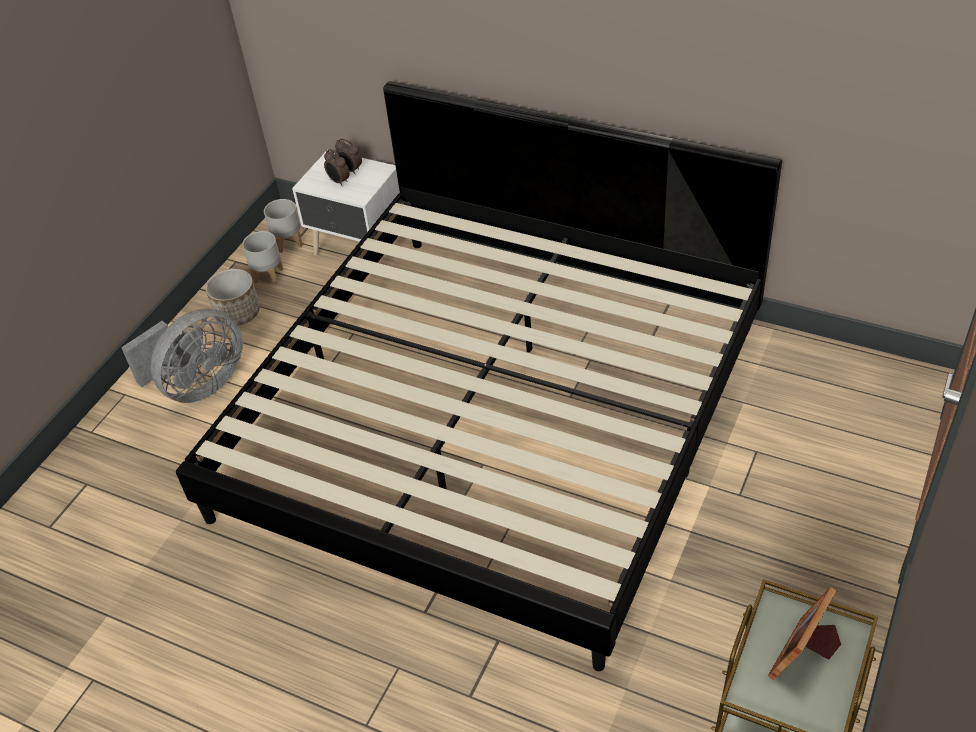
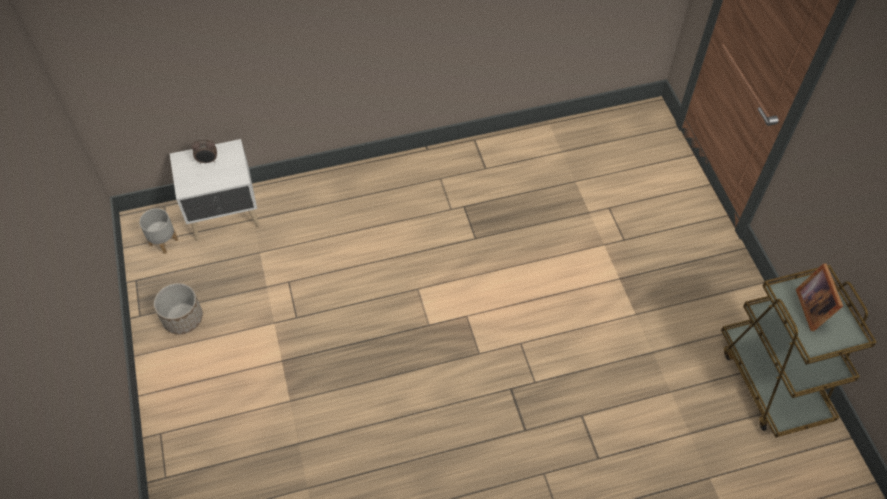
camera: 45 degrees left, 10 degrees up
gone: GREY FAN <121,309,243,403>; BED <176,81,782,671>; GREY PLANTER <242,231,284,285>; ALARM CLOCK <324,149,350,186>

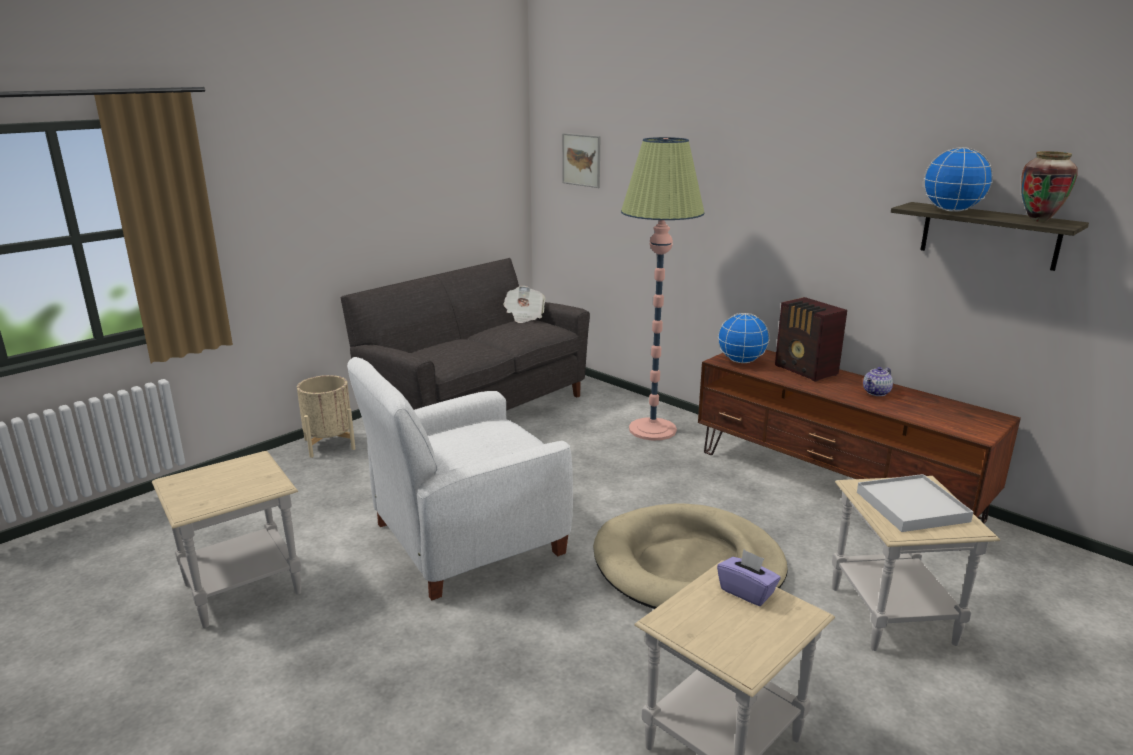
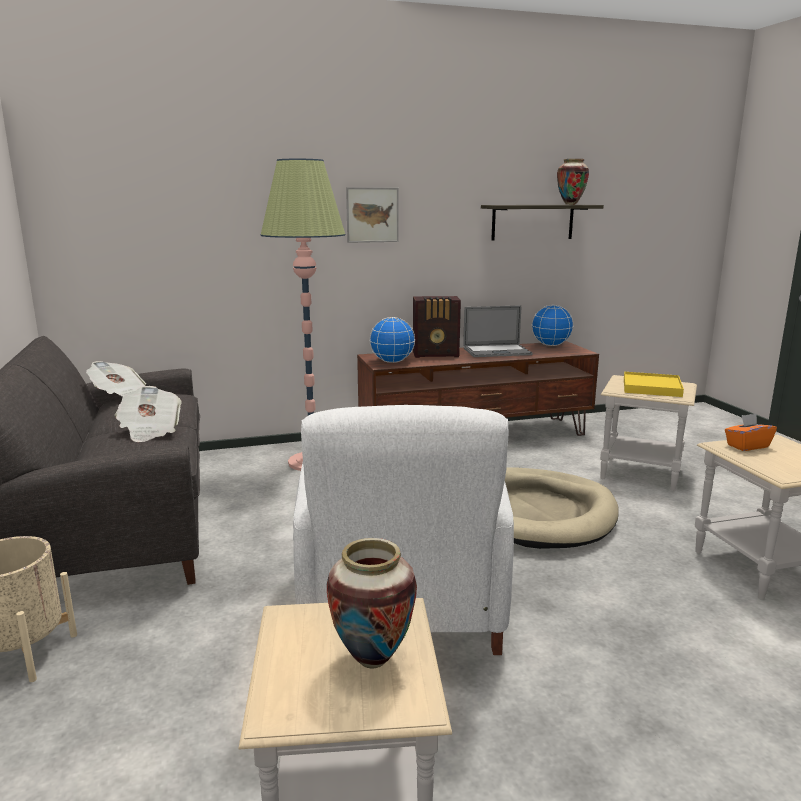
camera: 60 degrees left, 5 degrees down
new: NEWSPAPER <115,386,182,442>; VASE <327,538,417,669>
shifted: PICTURE <562,133,601,188> to <346,187,399,243>; GLOBE <924,147,993,212> to <532,305,574,346>
swapped: TEAPOT <863,367,893,396> to LAPTOP <463,305,533,357>
repainted: WHITE TRAY <857,474,973,532> to YELLOW TRAY <624,372,684,397>; PURPLE TISSUE BOX <717,549,781,606> to ORANGE TISSUE BOX <725,413,777,451>

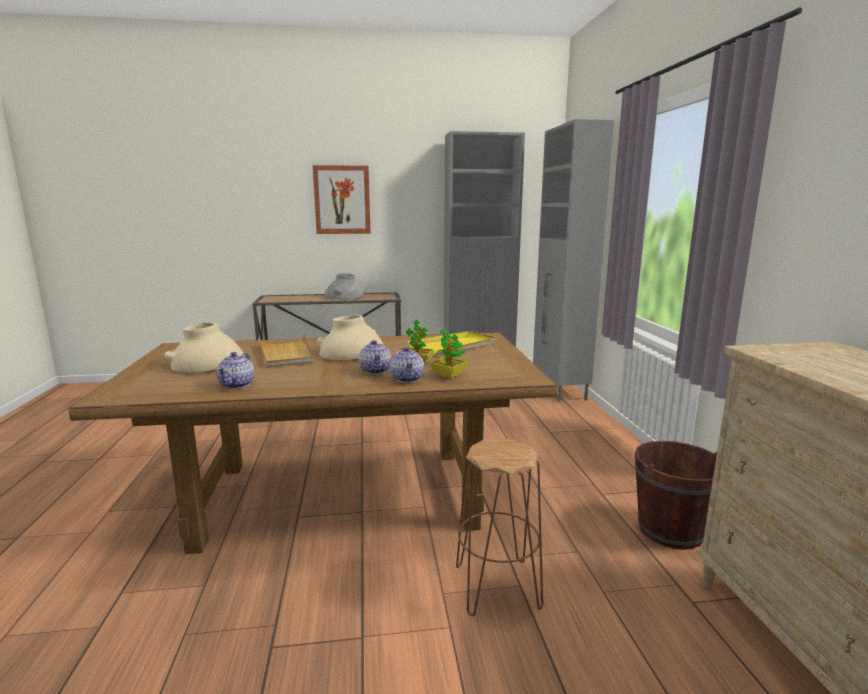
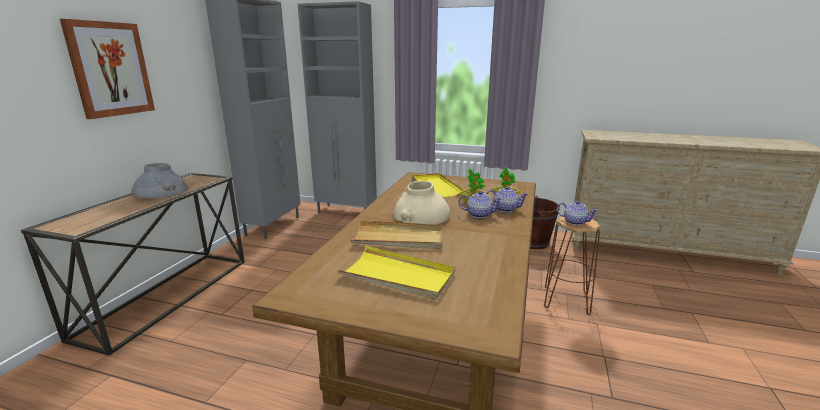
camera: 65 degrees left, 5 degrees up
shifted: TEAPOT <216,352,254,389> to <557,201,598,225>
swapped: BEIGE VASE <164,322,244,373> to YELLOW TRAY <337,246,455,300>

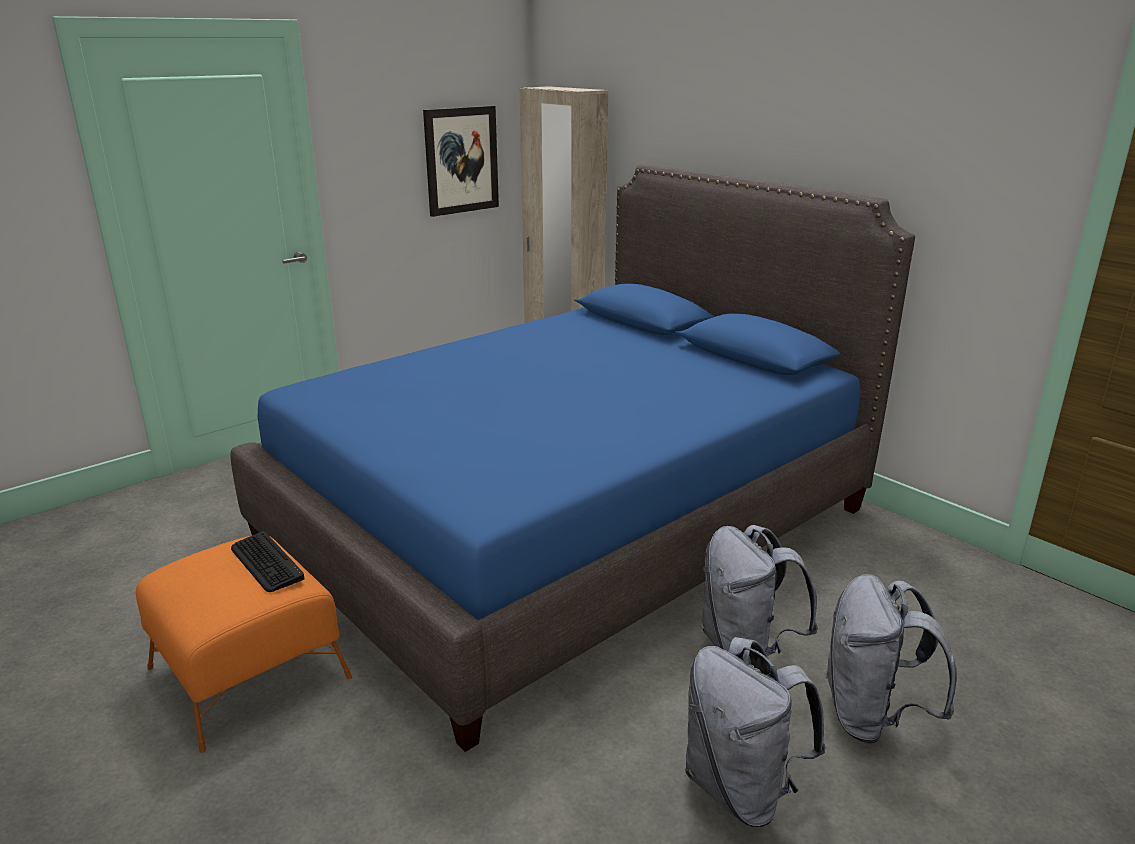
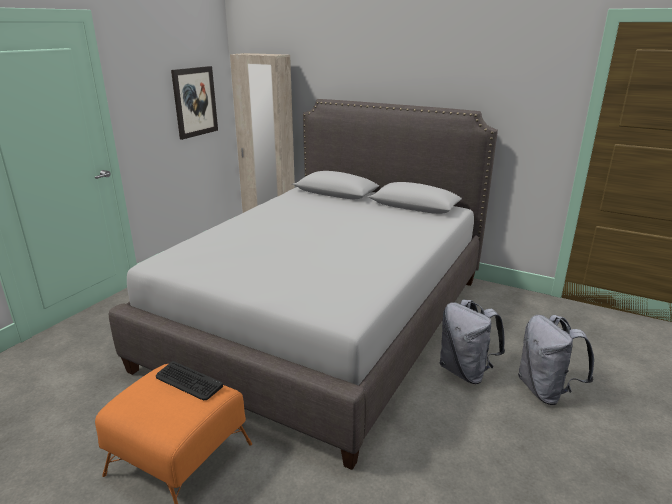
camera: 20 degrees left, 0 degrees up
gone: GREY BACKPACK <685,637,826,827>
repainted: BLUE BED <230,164,915,752> to GREY BED <109,99,498,470>

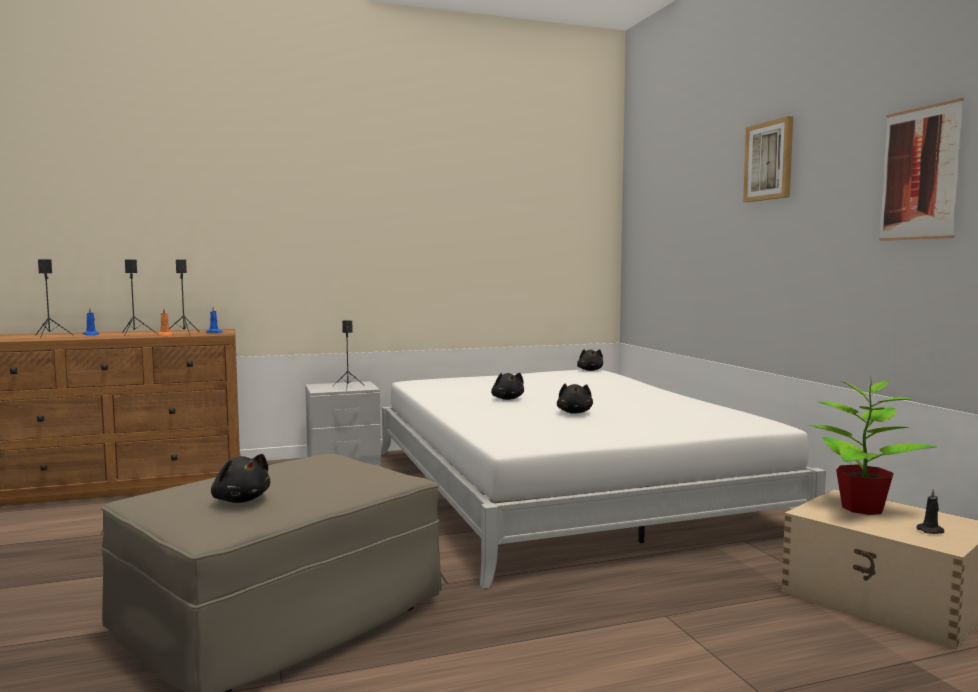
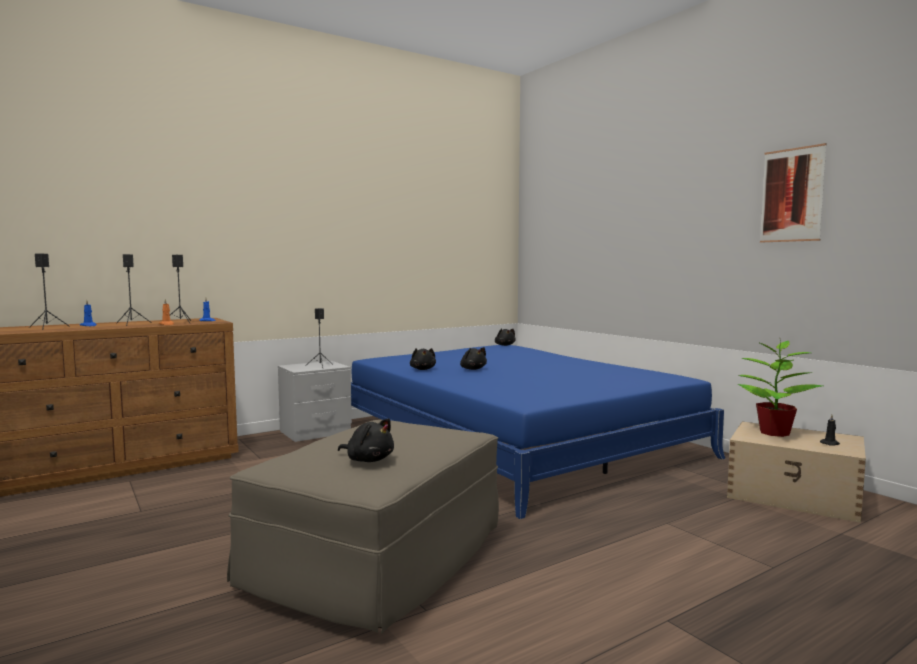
camera: 15 degrees left, 0 degrees up
gone: PICTURE <743,116,793,202>
shifted: BLACK PLUSH TOY <557,383,593,414> to <410,348,436,370>
repainted: WHITE BED <381,369,826,589> to BLUE BED <350,345,726,519>

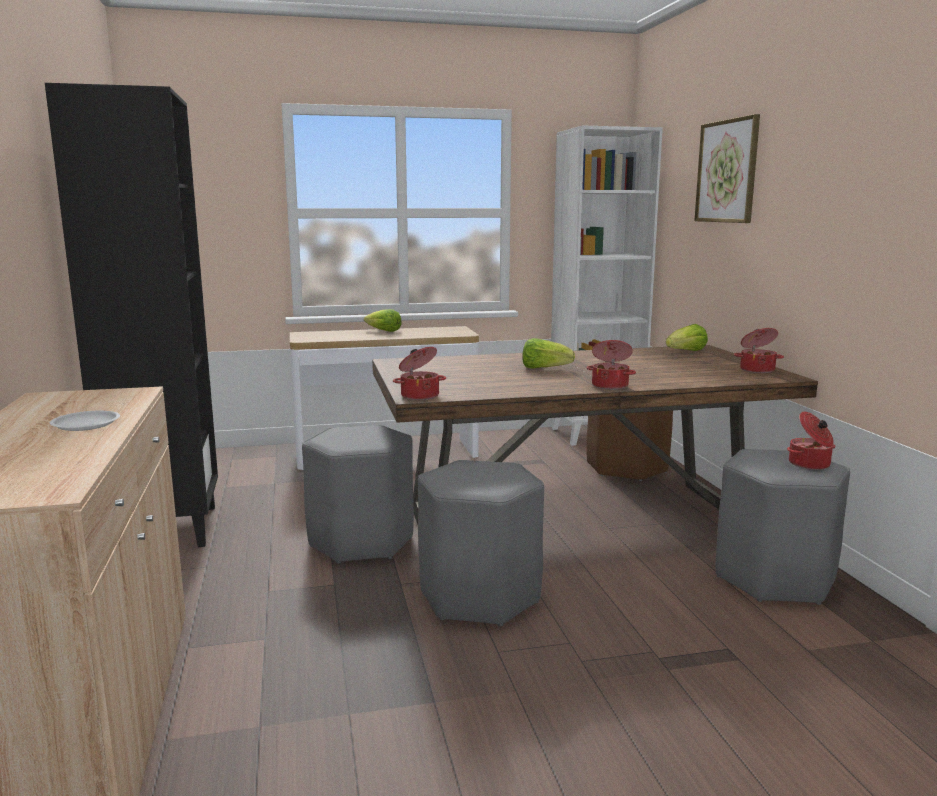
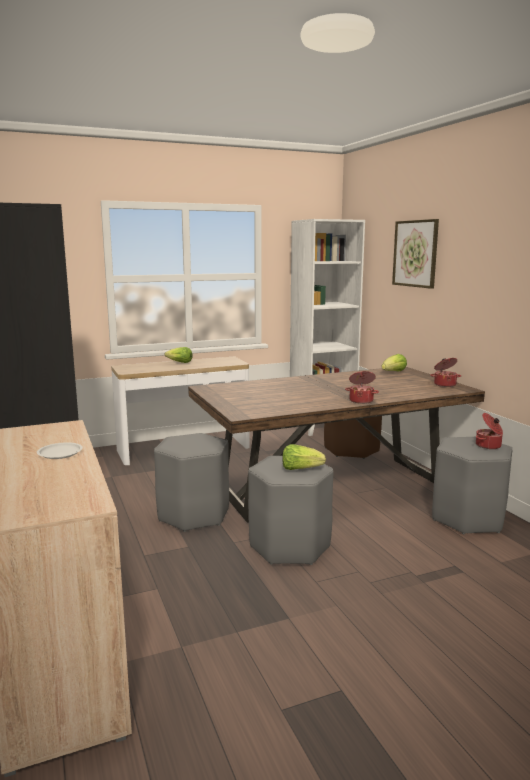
camera: 10 degrees left, 0 degrees up
gone: COOKING POT <393,347,446,400>
shifted: LETTUCE <523,338,575,369> to <282,444,326,470>

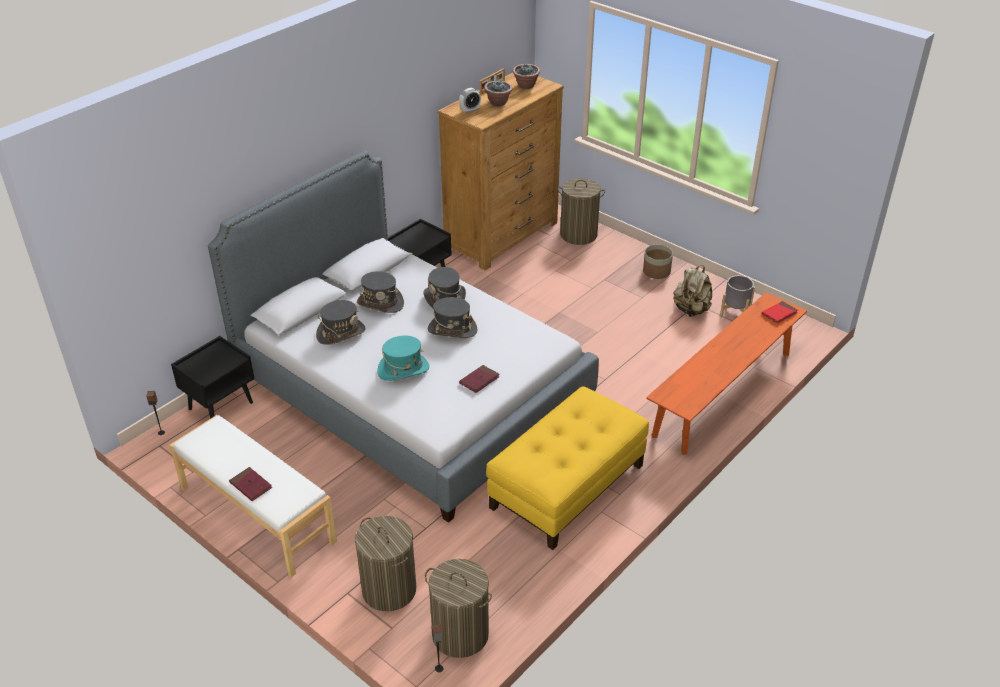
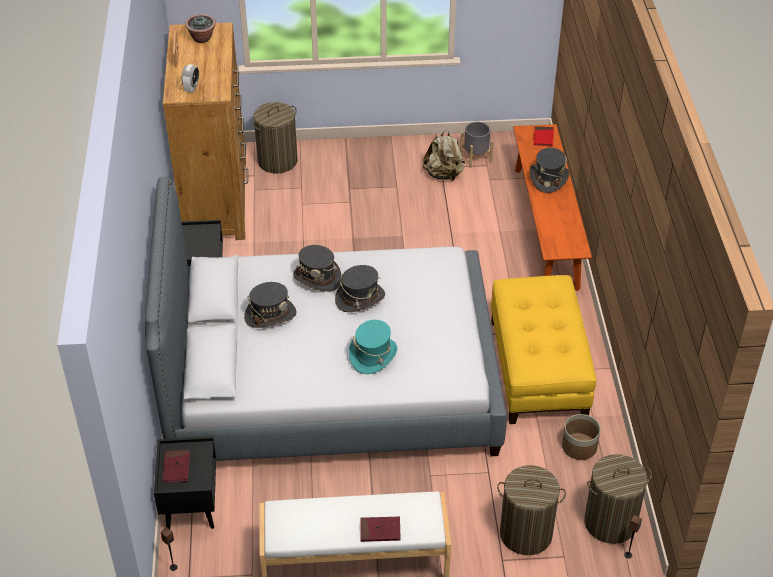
camera: 45 degrees left, 5 degrees up
gone: POTTED PLANT <484,81,513,106>
shifted: RED BOOK <459,365,500,393> to <162,450,190,483>; GREY HAT <316,300,366,345> to <529,148,570,193>; PLANTER <643,245,673,279> to <562,414,601,460>

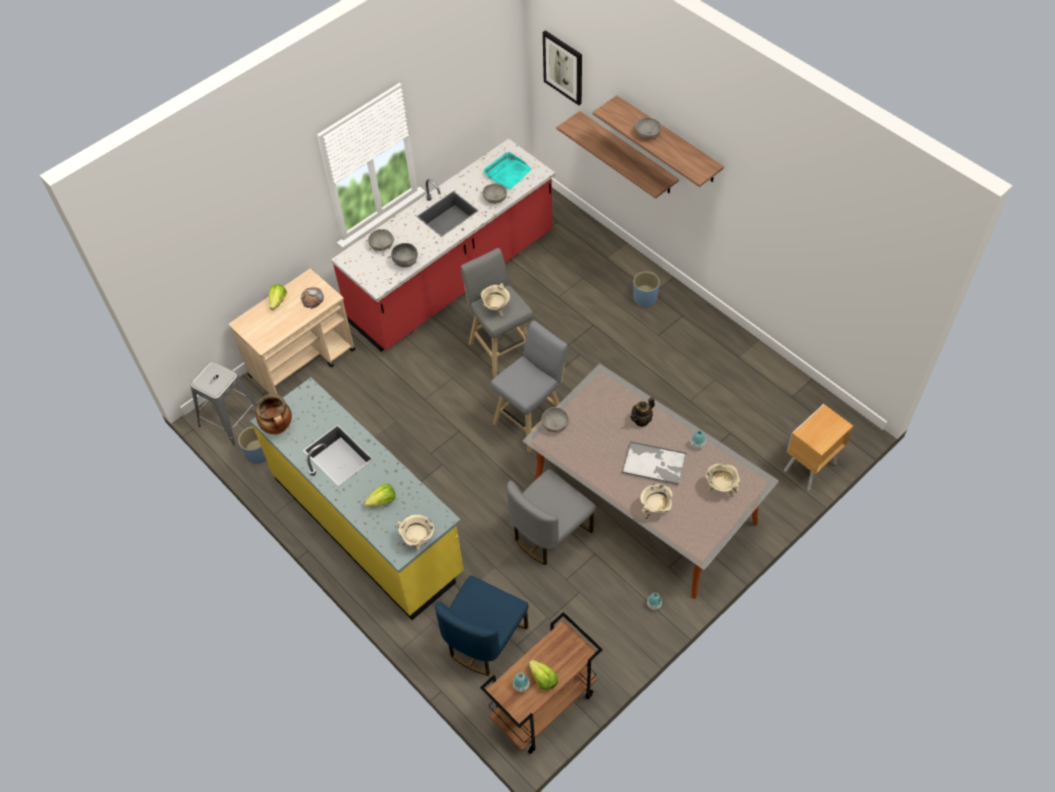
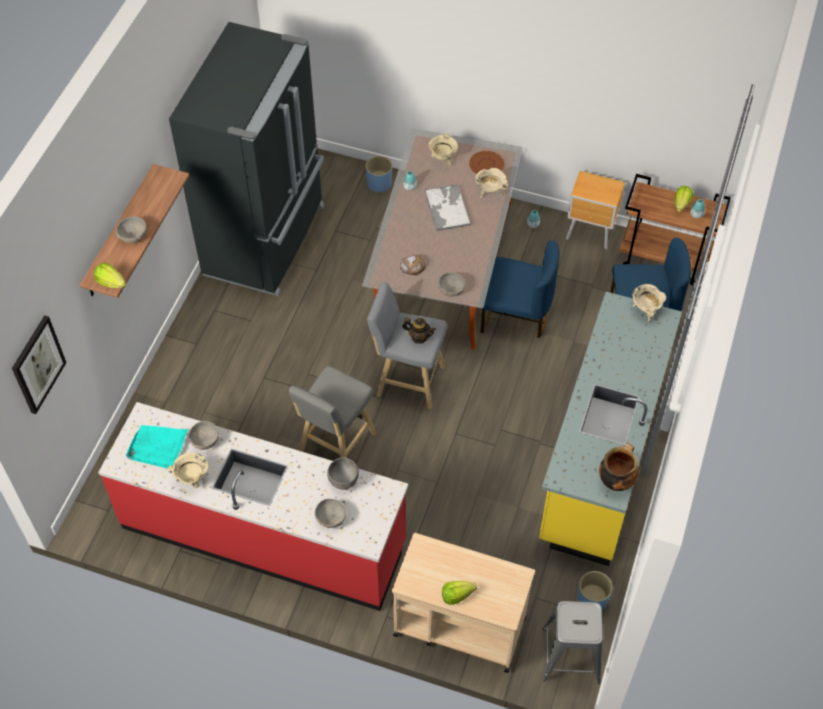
camera: 120 degrees left, 0 degrees up
gone: SHELF <557,111,679,199>
new: BLACK FRIDGE <169,22,325,296>; BROWN PLATE <469,151,504,174>
shifted: LETTUCE <364,484,396,507> to <94,263,126,288>; BEIGE COOKING POT <481,283,510,317> to <168,453,208,488>; BLUE PLANTER <633,271,660,307> to <365,156,392,192>; BREAD <301,287,324,309> to <400,254,426,276>; TEAPOT <630,397,655,427> to <402,318,436,344>; BROWN NIGHTSTAND <784,404,853,490> to <566,171,625,250>
repainted: GREY CHAIR <507,469,596,565> to BLUE CHAIR <481,240,560,338>

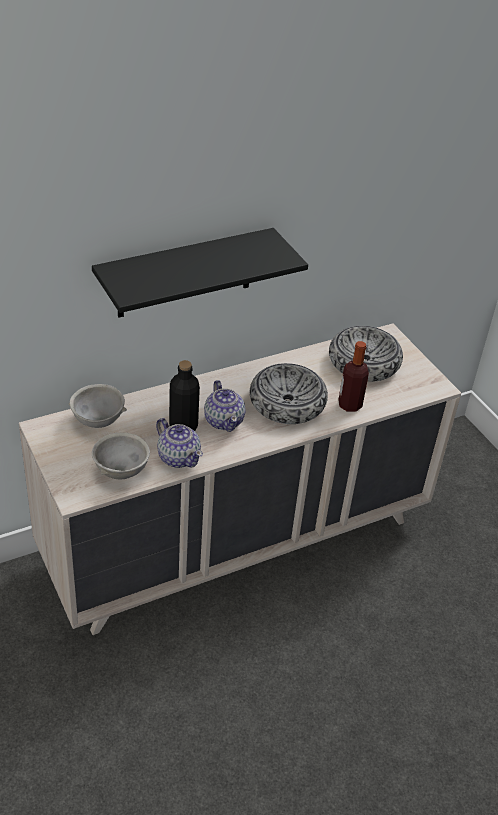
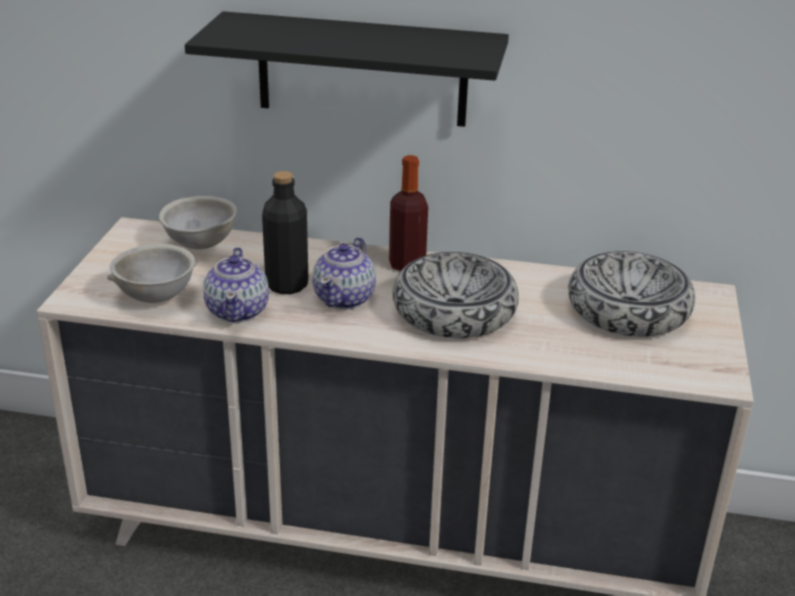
camera: 40 degrees right, 10 degrees down
shifted: BOTTLE <338,341,369,412> to <389,155,428,271>

